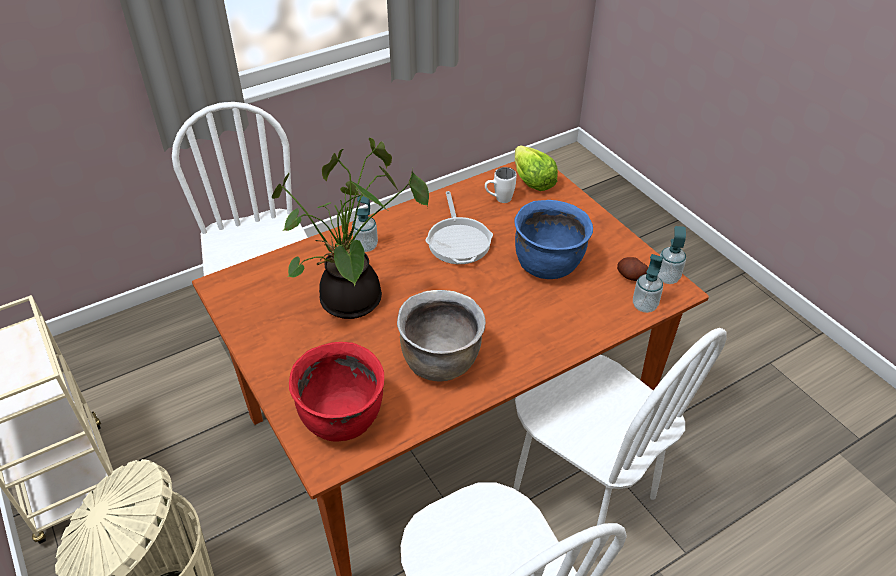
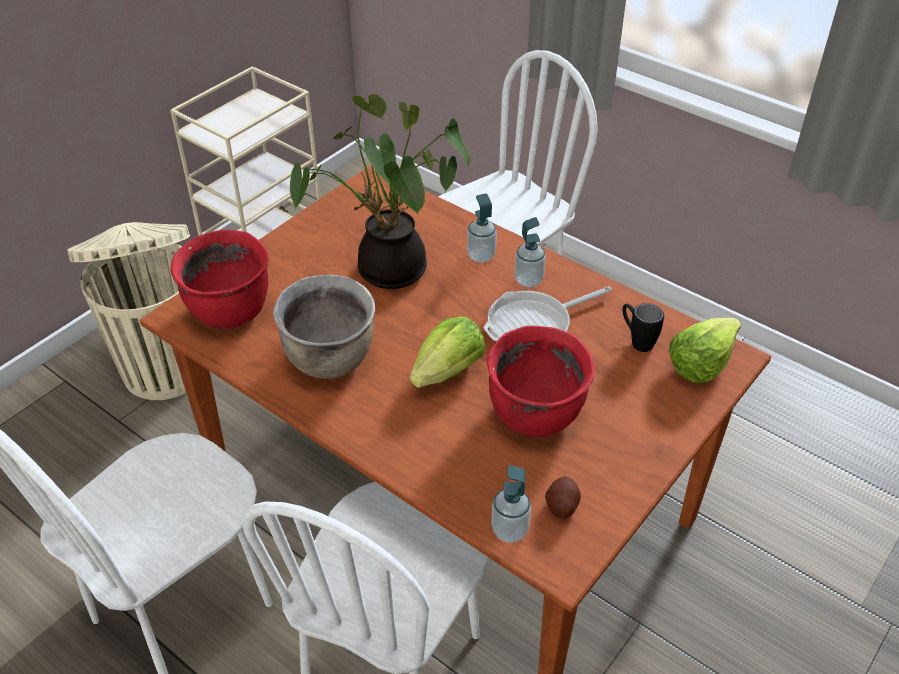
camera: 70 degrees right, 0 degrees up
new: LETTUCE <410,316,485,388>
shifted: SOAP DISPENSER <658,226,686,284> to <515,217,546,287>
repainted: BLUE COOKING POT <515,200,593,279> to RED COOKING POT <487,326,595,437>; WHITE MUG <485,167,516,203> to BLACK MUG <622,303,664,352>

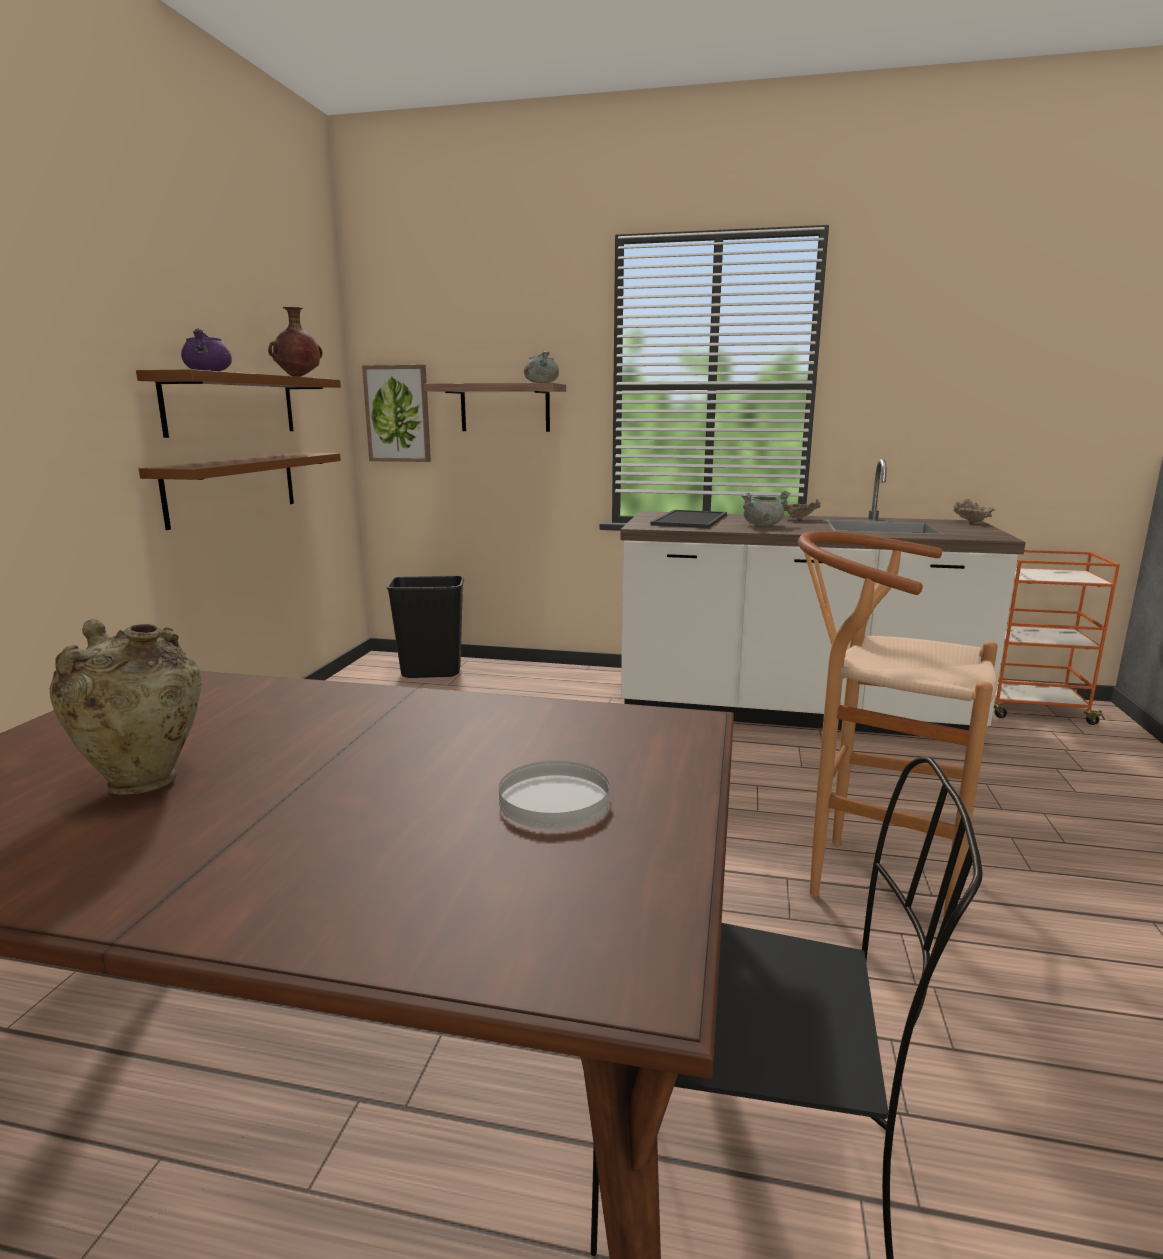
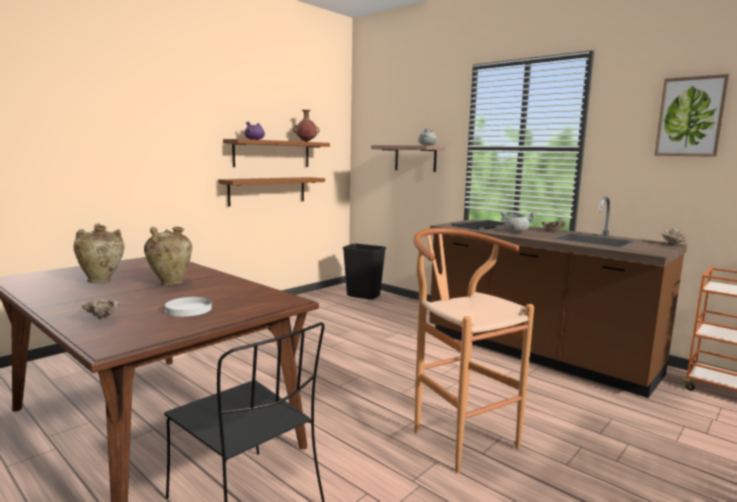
camera: 30 degrees right, 5 degrees down
new: BEIGE BOWL <82,298,121,319>; BEIGE VASE <144,227,192,285>
shifted: PICTURE <362,365,431,462> to <654,74,730,157>
repainted: WHITE COUNTER <620,459,1026,737> to BROWN COUNTER <429,197,687,398>

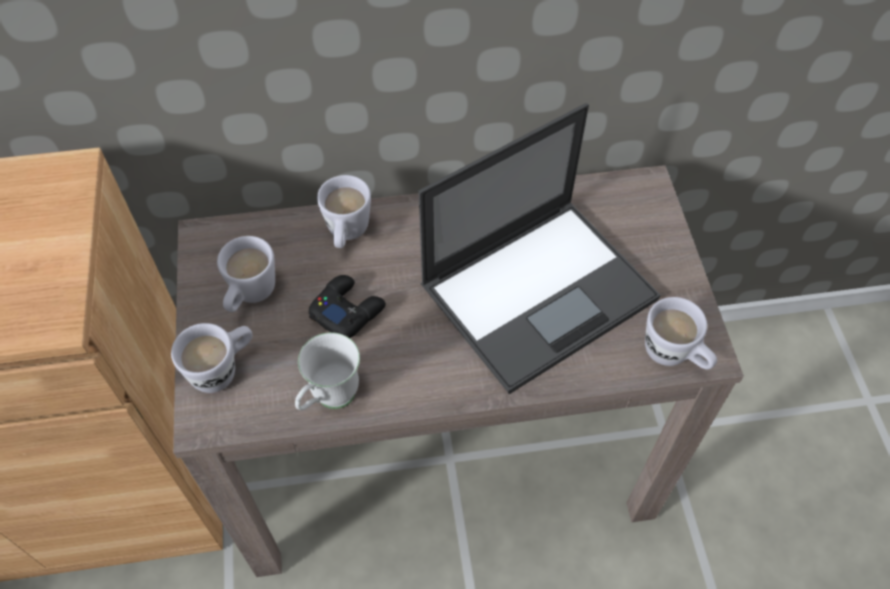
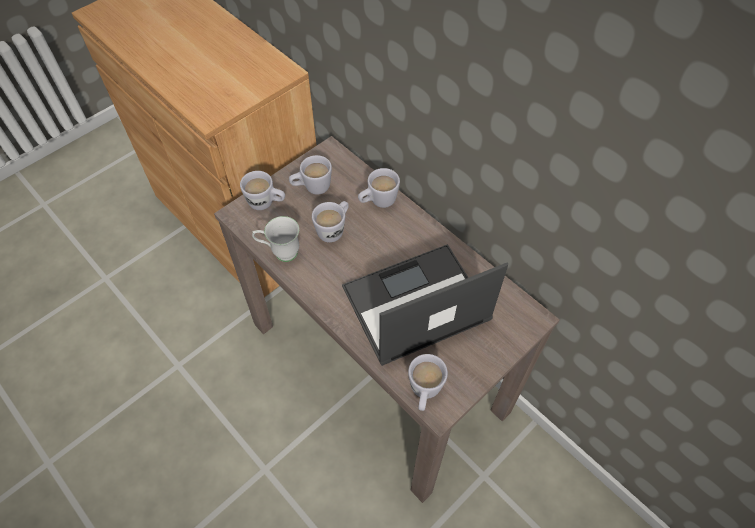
camera: 55 degrees right, 0 degrees up
swapped: BLACK GAME CONTROLLER <309,275,386,338> to WHITE MUG <312,201,349,243>
rotated: LAPTOP <418,103,661,394> = <342,244,508,366> 135 degrees clockwise

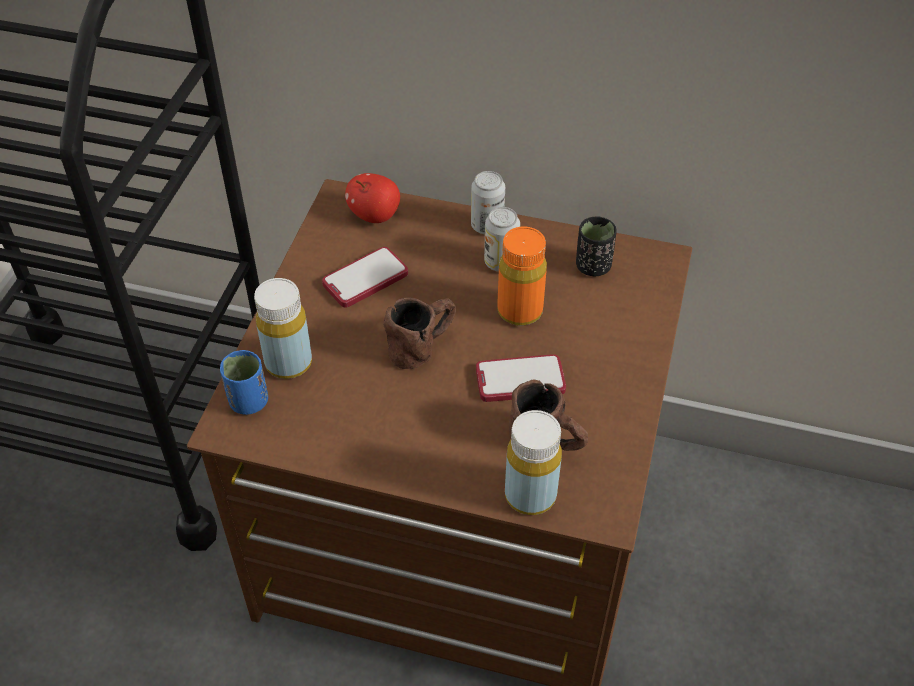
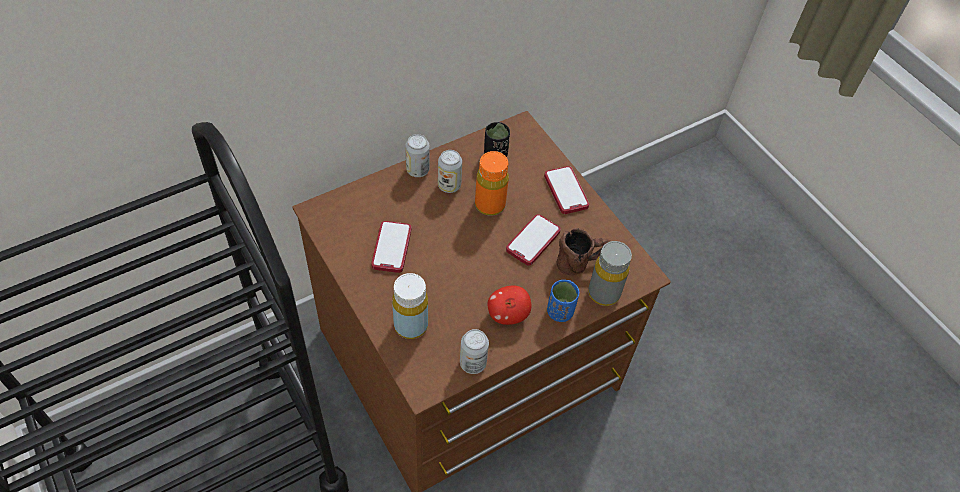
camera: 50 degrees left, 5 degrees up
gone: BROWN MUG <383,297,456,369>
new: CAN <460,329,489,374>; PHONE <544,166,589,214>
shifted: APPLE <345,173,400,223> to <487,286,531,325>; BLUE CUP <220,350,268,415> to <547,280,579,322>
repainted: YELLOW BOTTLE <505,410,562,515> to GREY BOTTLE <588,241,632,306>

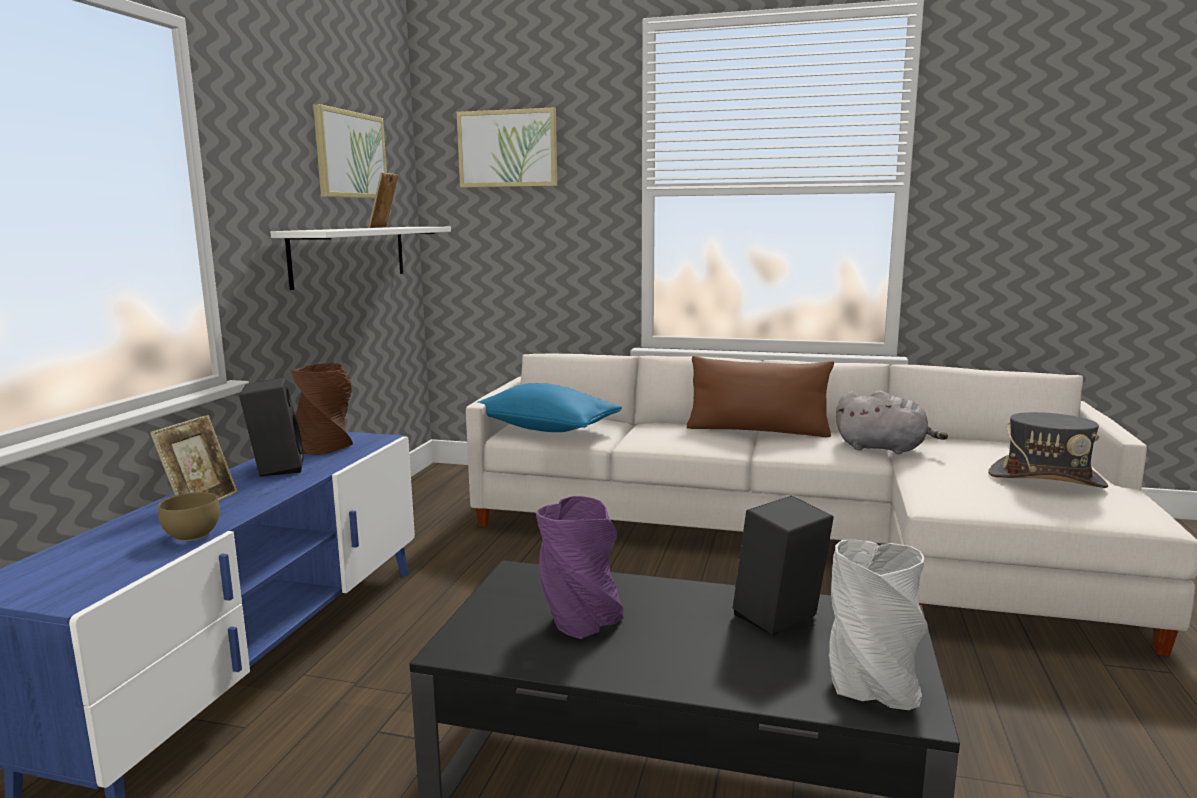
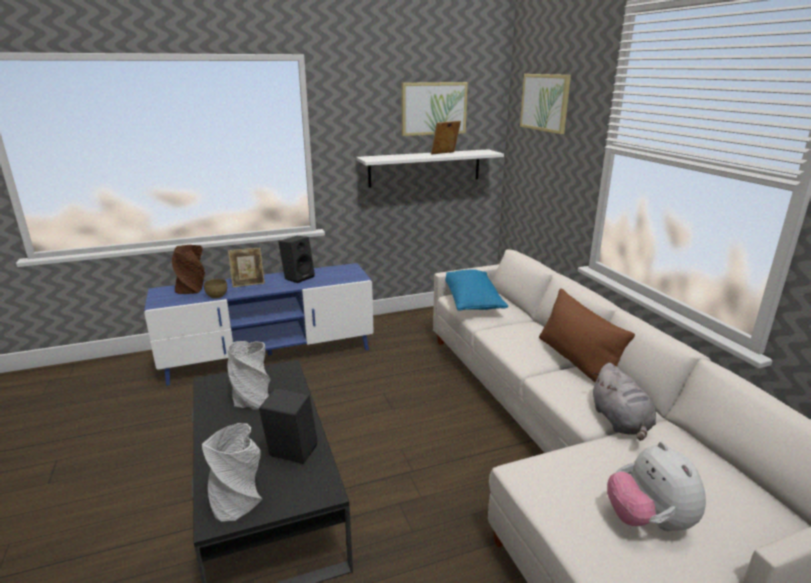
camera: 55 degrees right, 10 degrees up
shifted: BROWN VASE <291,363,353,455> to <172,245,205,294>
swapped: GREY HAT <988,412,1108,488> to PLUSH TOY <607,442,706,531>
repainted: PURPLE VASE <535,496,624,639> to GREY VASE <228,341,271,410>

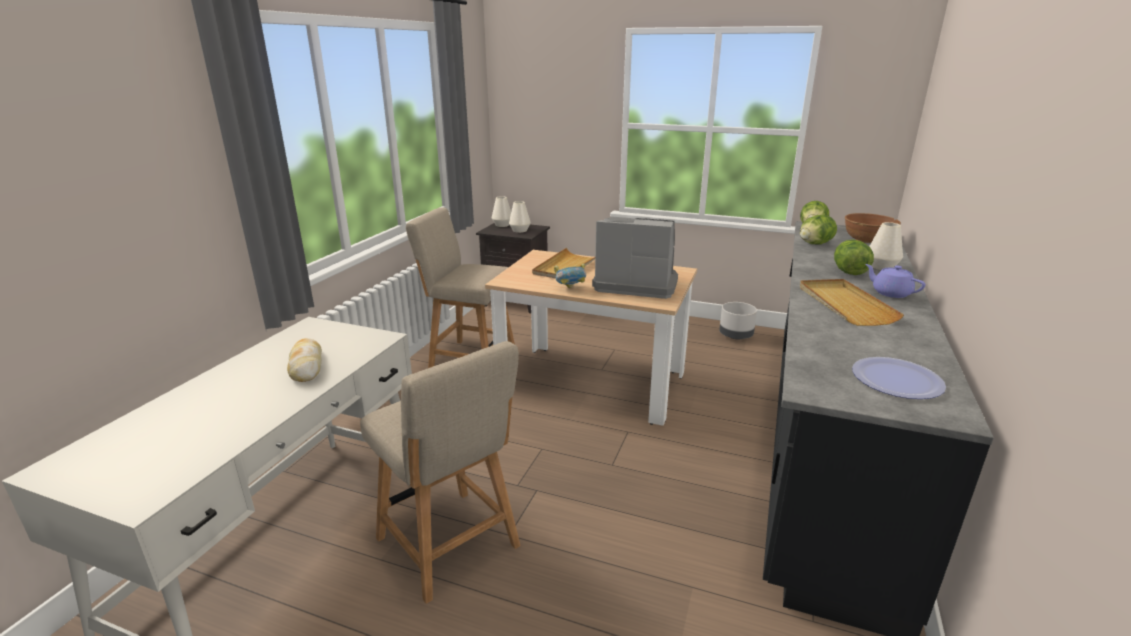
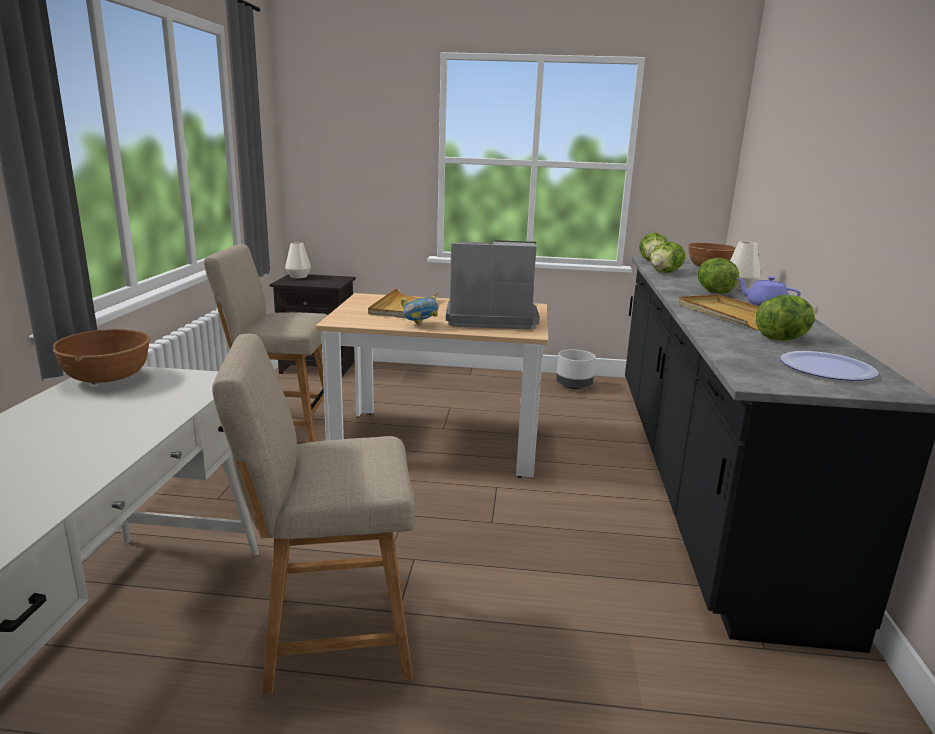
camera: 15 degrees left, 5 degrees down
gone: BREAD <287,338,322,382>; WHITE VASE <509,201,531,233>
new: BROWN BOWL <53,329,150,385>; LETTUCE <756,295,816,341>
rotated: BEIGE CHAIR <360,341,521,604> = <212,334,415,695> 135 degrees clockwise

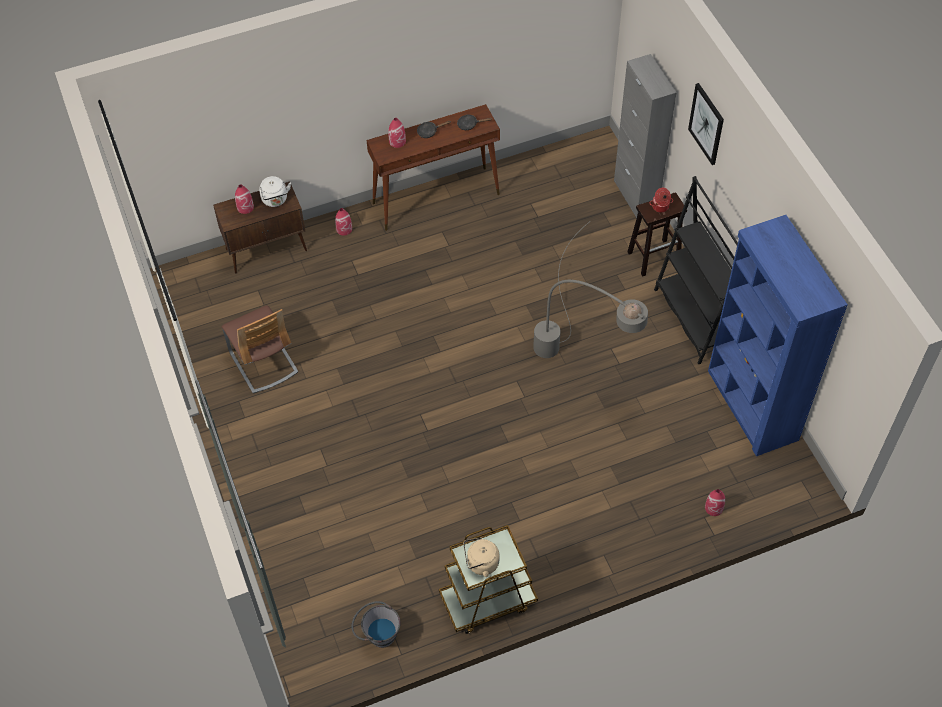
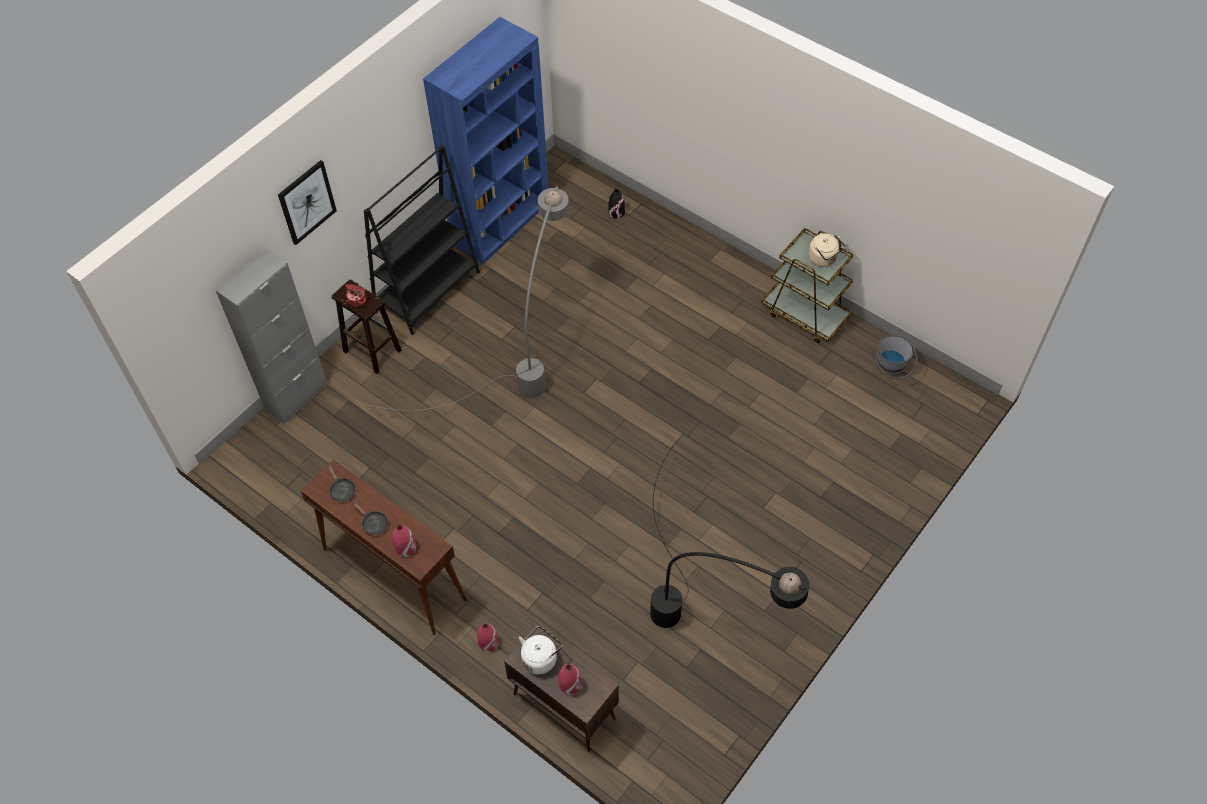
camera: 120 degrees left, 0 degrees up
swapped: CHAIR <222,305,298,393> to BLACK FLOOR LAMP <650,446,809,628>
repainted: RED VASE <705,489,725,516> to BLACK VASE <608,189,625,218>

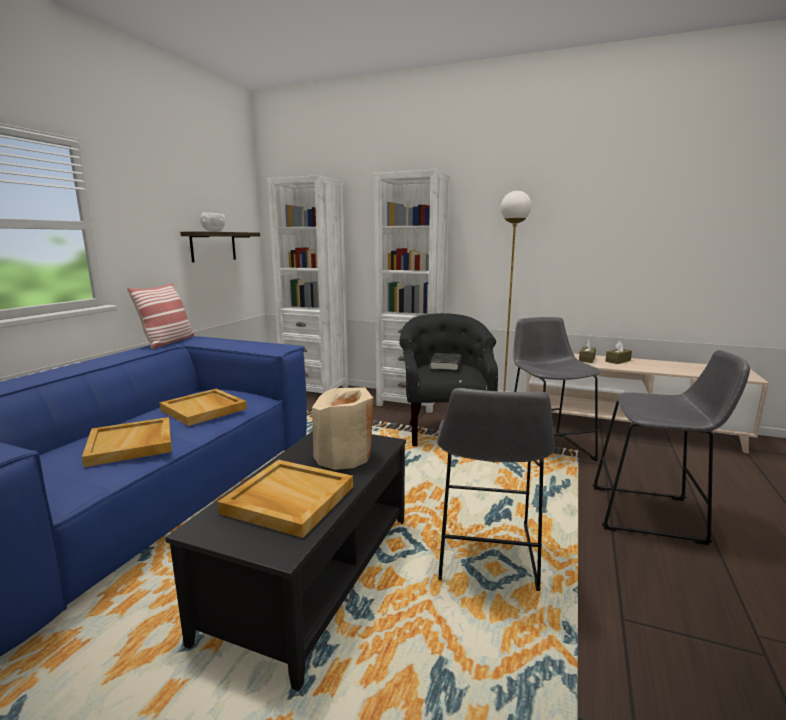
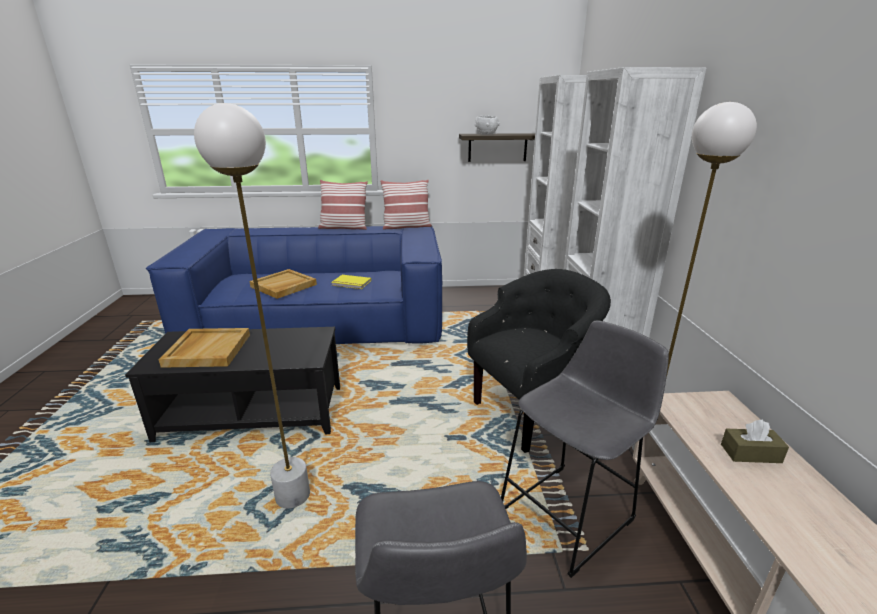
camera: 65 degrees right, 10 degrees up
gone: BEIGE VASE <312,388,373,470>; BLACK BOOK <430,353,462,371>; BROWN TISSUE BOX <605,341,632,364>
new: PILLOW <318,180,368,230>
swapped: GREY STOOL <437,388,555,591> to WHITE FLOOR LAMP <194,103,310,508>; BEIGE TRAY <159,389,247,426> to YELLOW BOOK <331,275,371,289>

